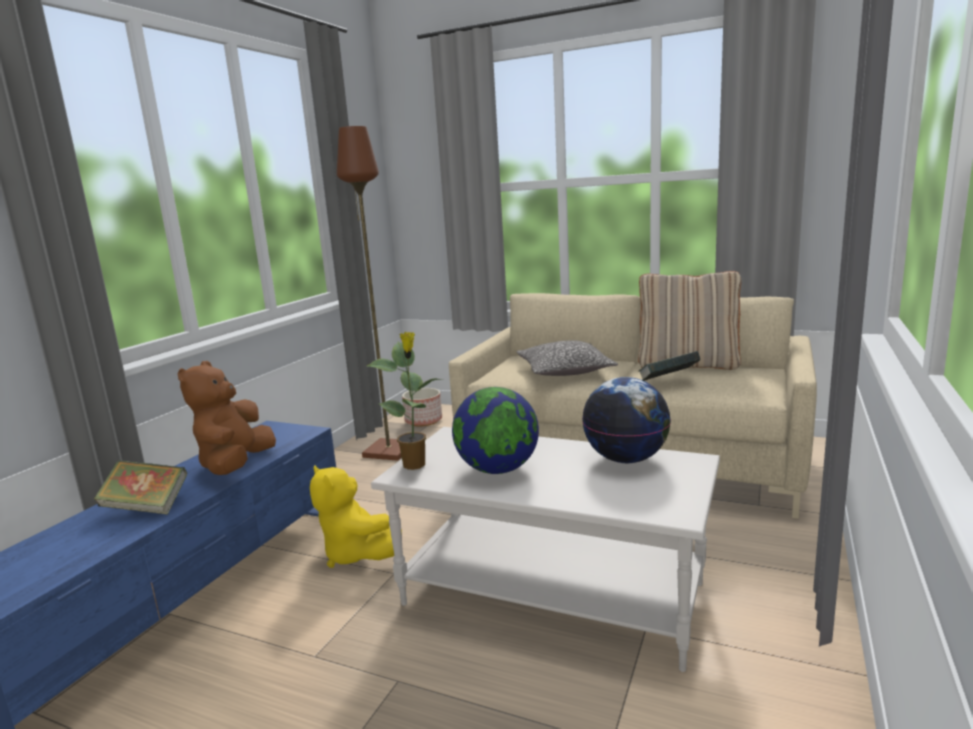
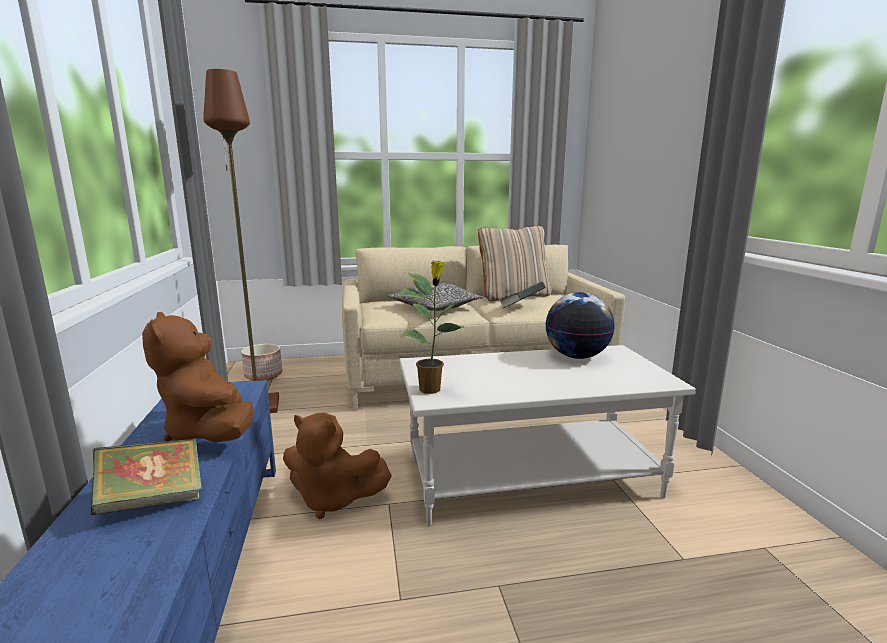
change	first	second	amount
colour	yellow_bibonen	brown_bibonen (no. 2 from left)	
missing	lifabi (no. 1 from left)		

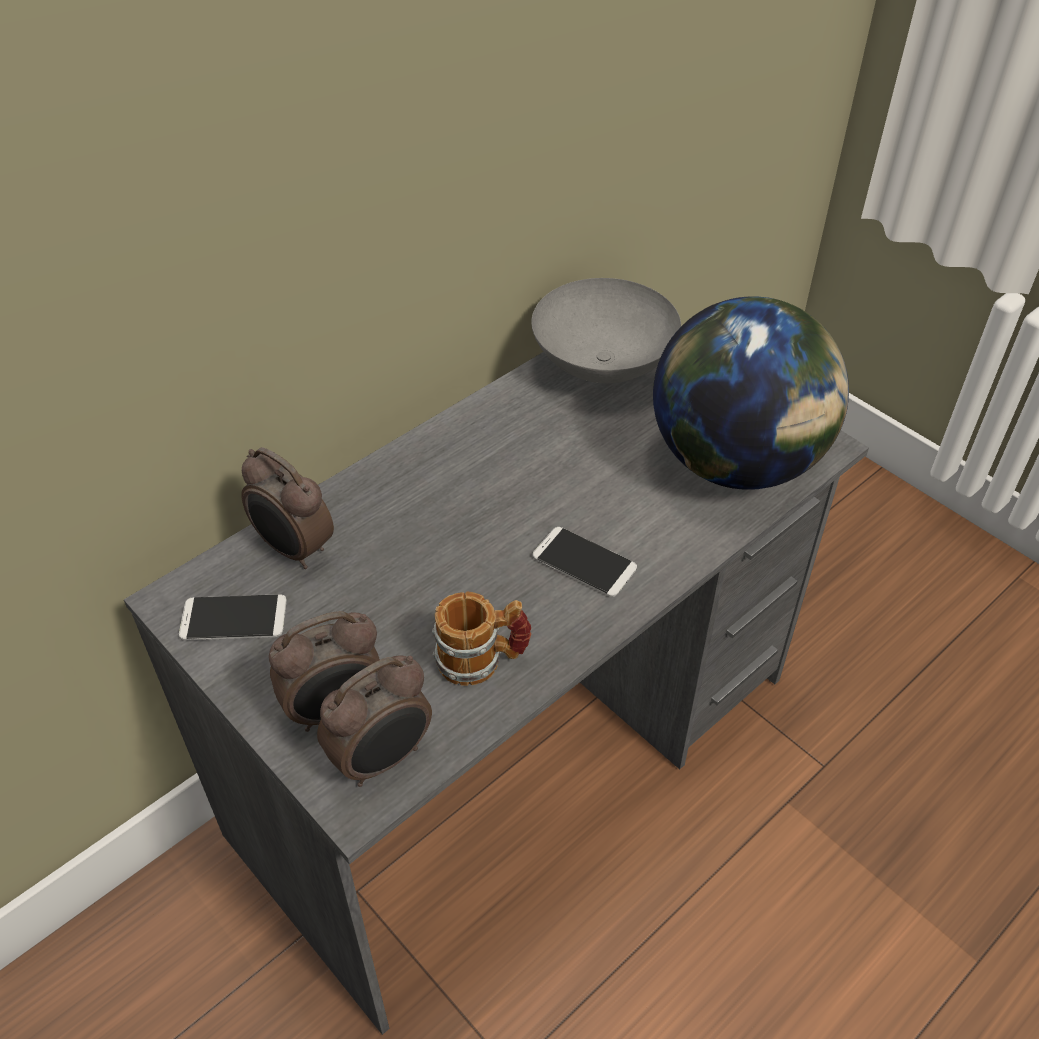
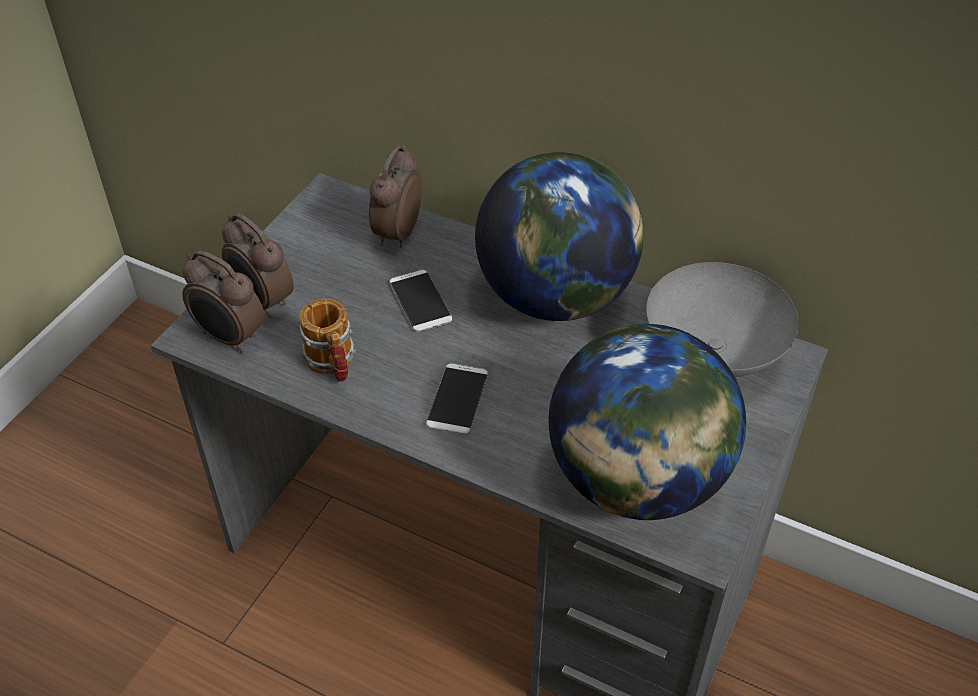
change	first	second	amount
relocated	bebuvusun (no. 1 from left)		
appeared		lifabi (no. 1 from left)	

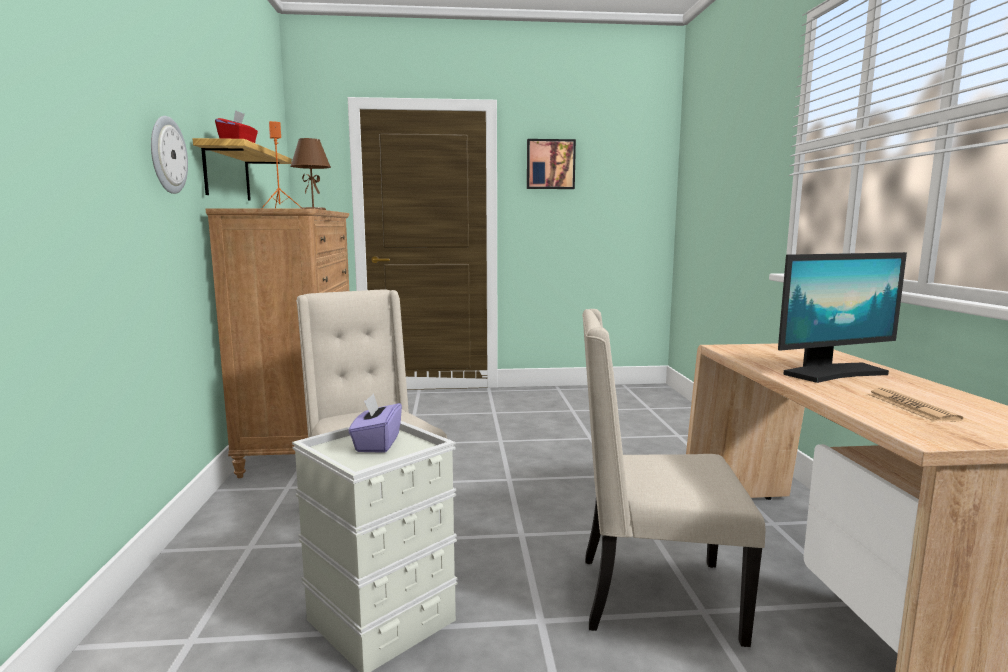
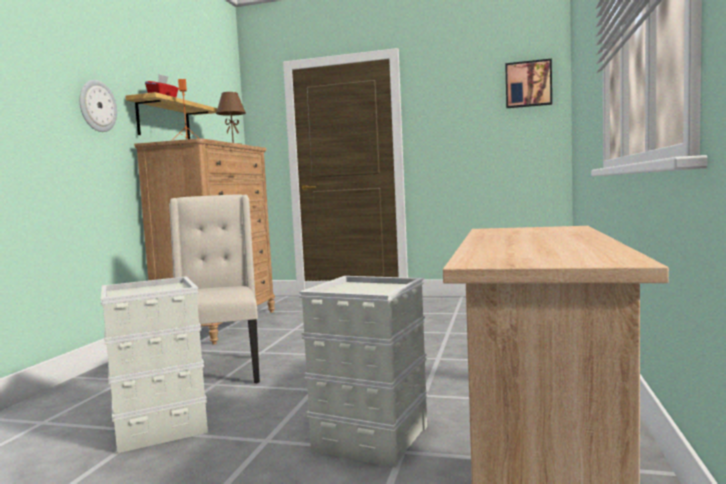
change	first	second	amount
missing	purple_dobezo		
relocated	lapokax		
exchanged	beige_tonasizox (no. 2 from left)	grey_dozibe (no. 2 from left)	
missing	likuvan		
missing	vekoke		

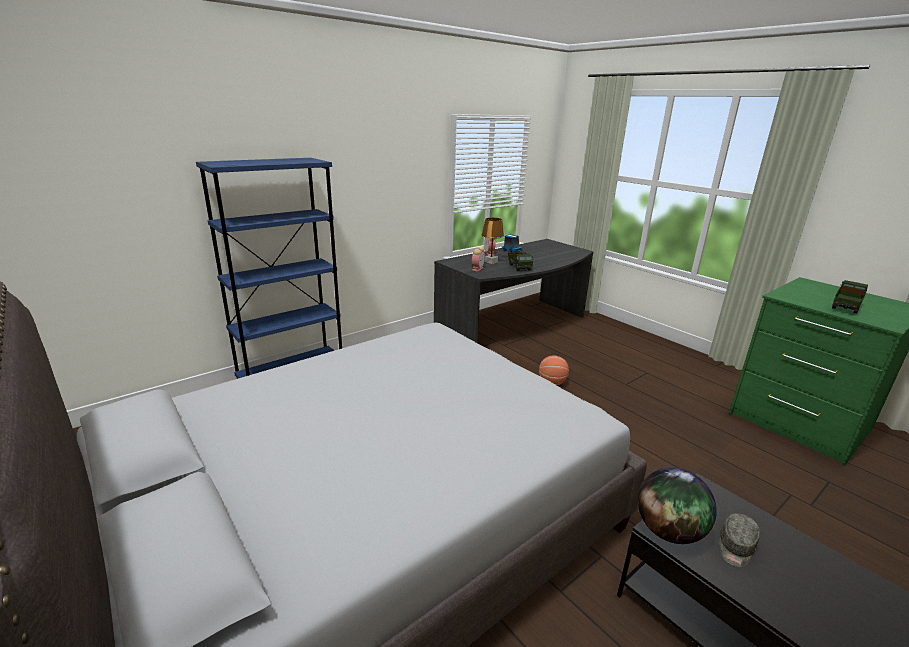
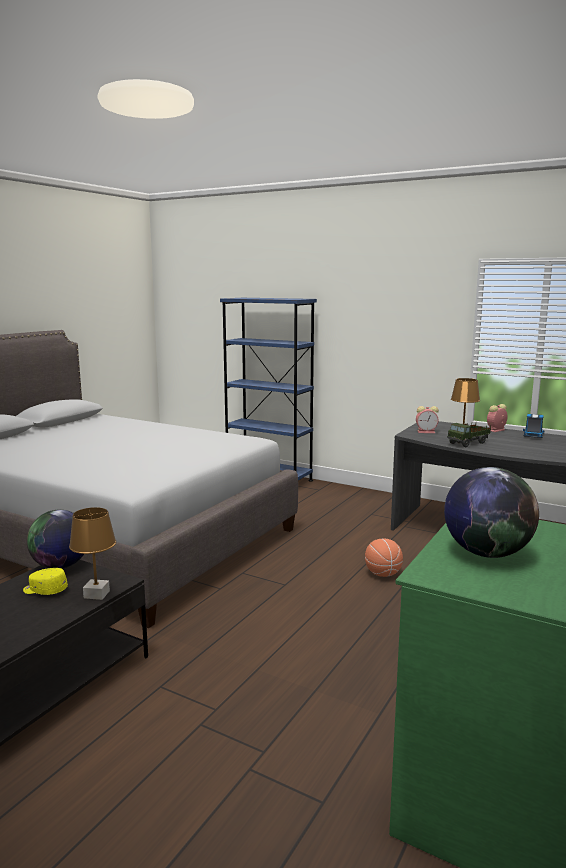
change	first	second	amount
colour	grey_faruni	yellow_faruni	
exchanged	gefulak (no. 3 from left)	lifabi (no. 2 from left)	
appeared		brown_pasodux (no. 1 from left)	

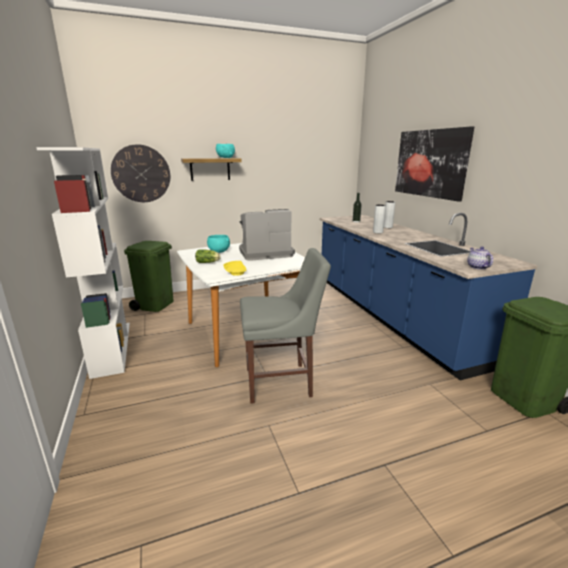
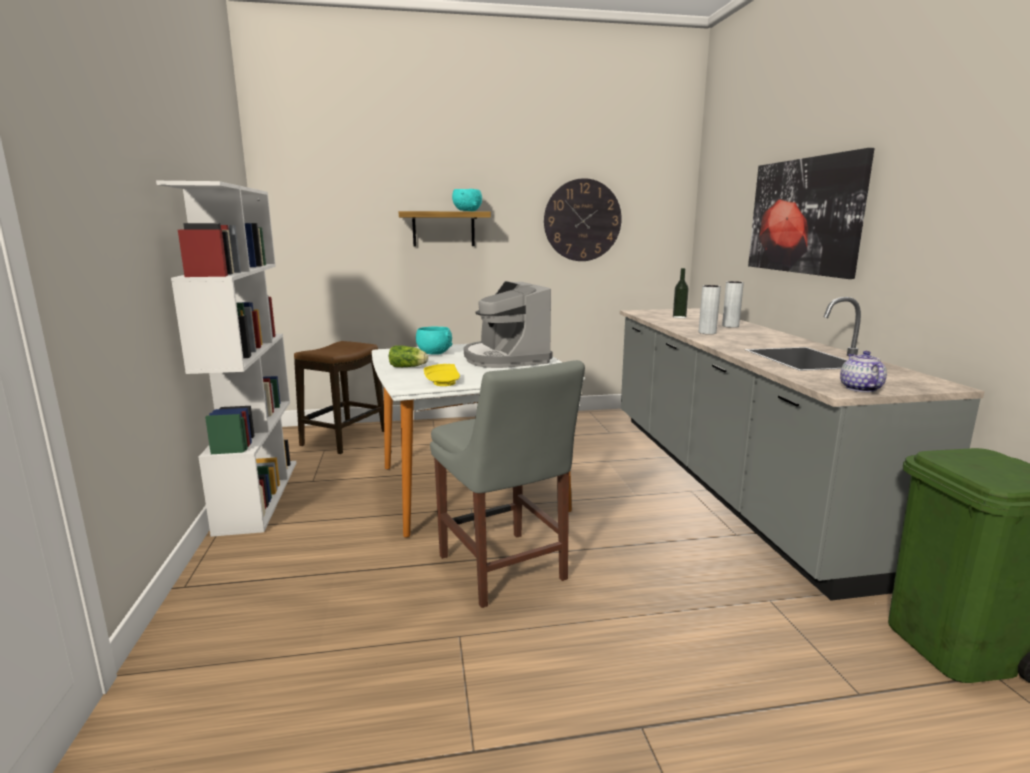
change	first	second	amount
relocated	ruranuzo		
exchanged	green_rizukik (no. 1 from left)	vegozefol	
spun	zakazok		105 degrees counterclockwise
spun	grey_tonasizox		60 degrees clockwise
colour	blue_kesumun	grey_kesumun	

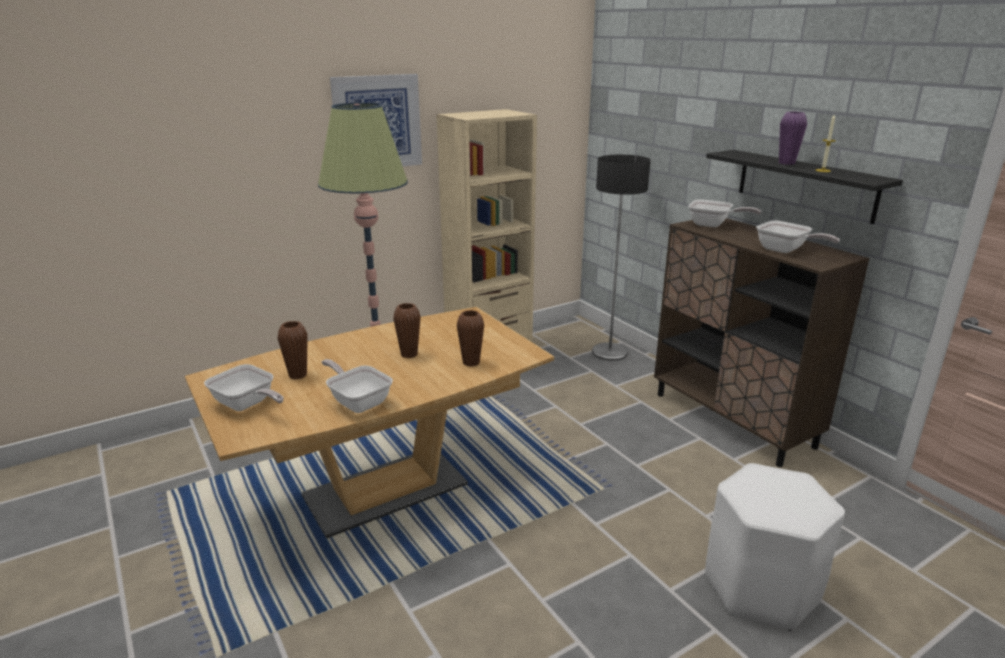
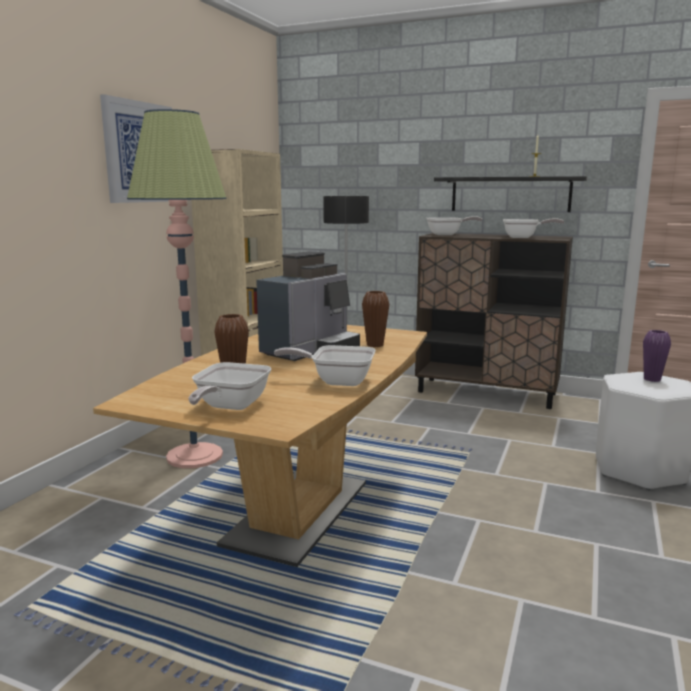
change	first	second	amount
spun	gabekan (no. 1 from left)		105 degrees clockwise
exchanged	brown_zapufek (no. 2 from left)	zakazok	
relocated	purple_zapufek		

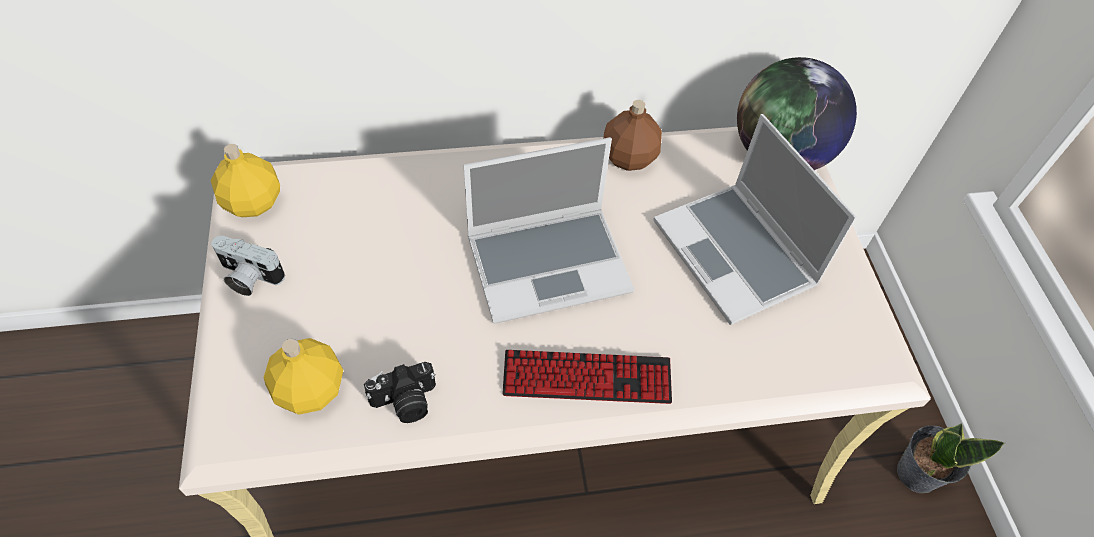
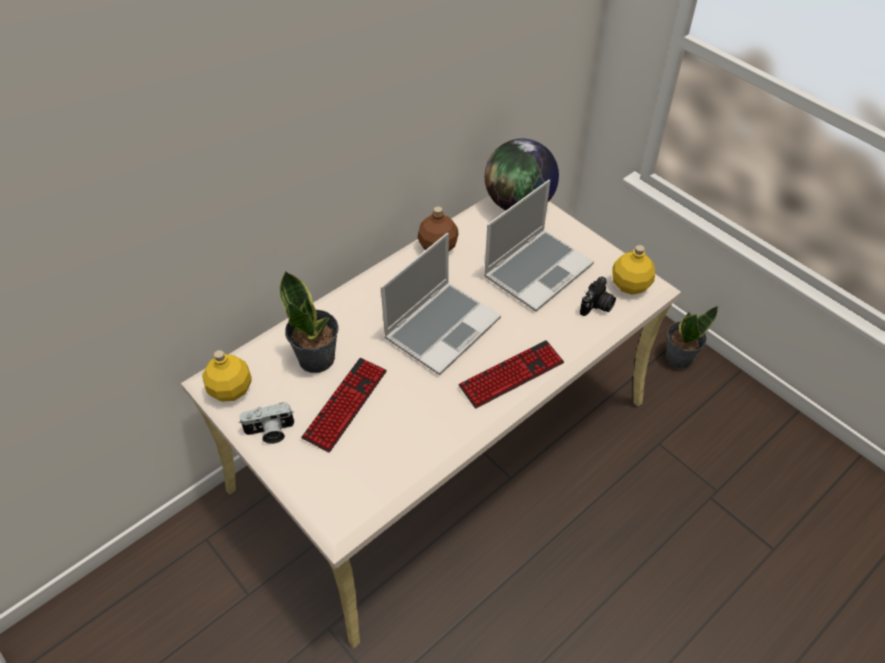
change	first	second	amount
relocated	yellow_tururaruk (no. 2 from left)		
relocated	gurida (no. 2 from left)		
spun	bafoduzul (no. 2 from left)		75 degrees counterclockwise
appeared		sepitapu (no. 1 from left)	
appeared		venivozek (no. 1 from left)	

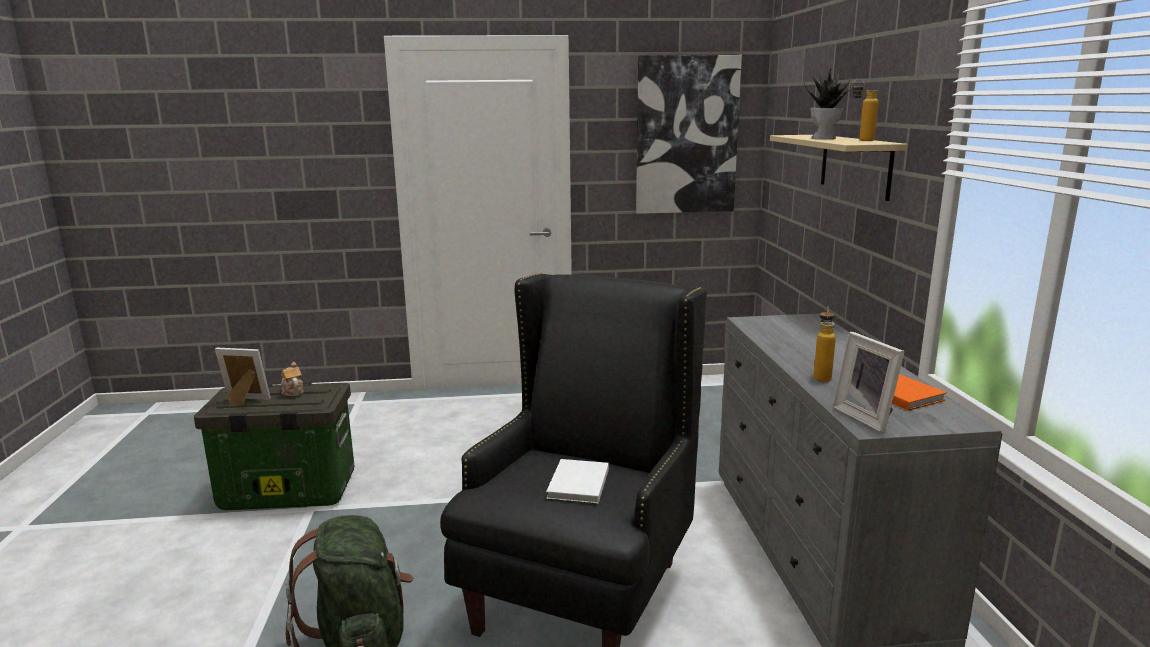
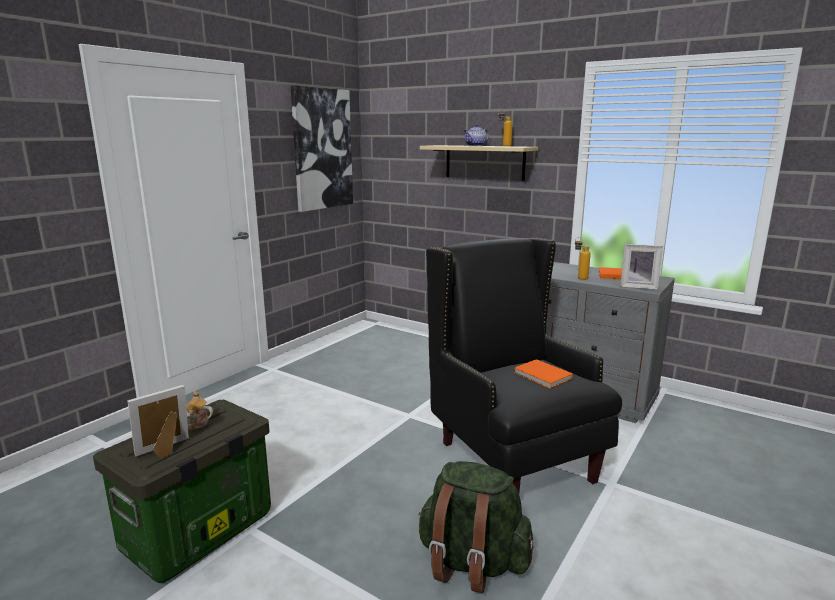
change	first	second	amount
colour	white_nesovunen	orange_nesovunen (no. 1 from left)	
exchanged	sepitapu	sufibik (no. 2 from left)	

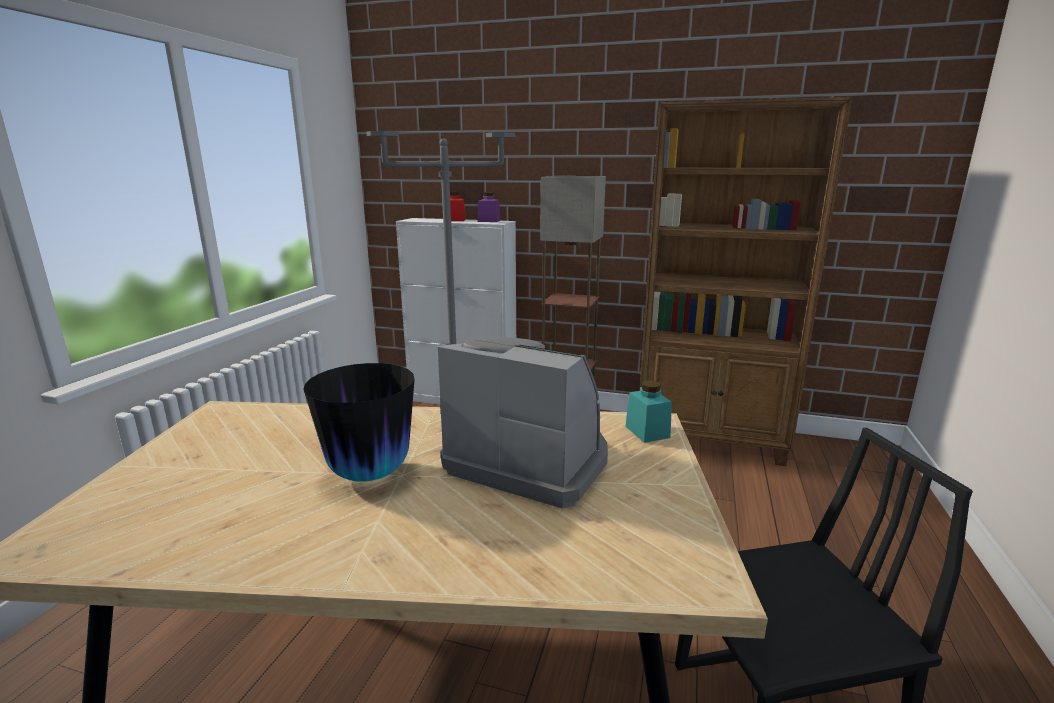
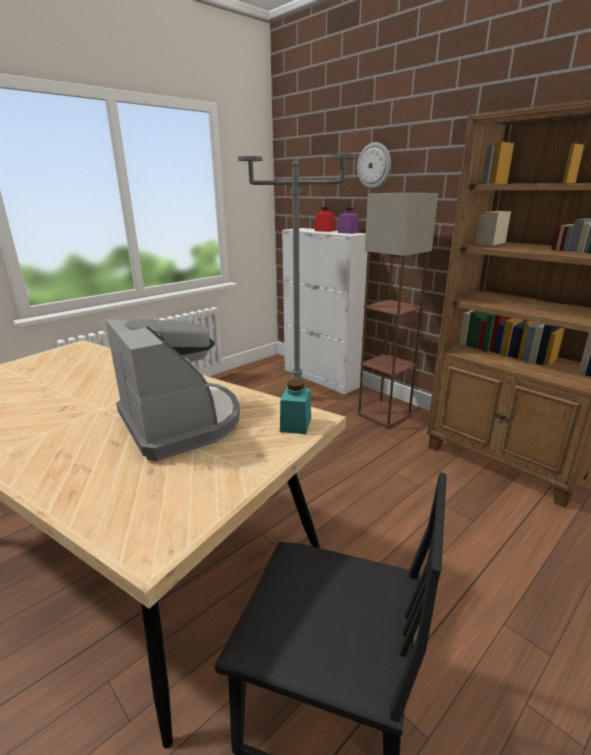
change	first	second	amount
missing	zapufek		
appeared		ruranuzo	

